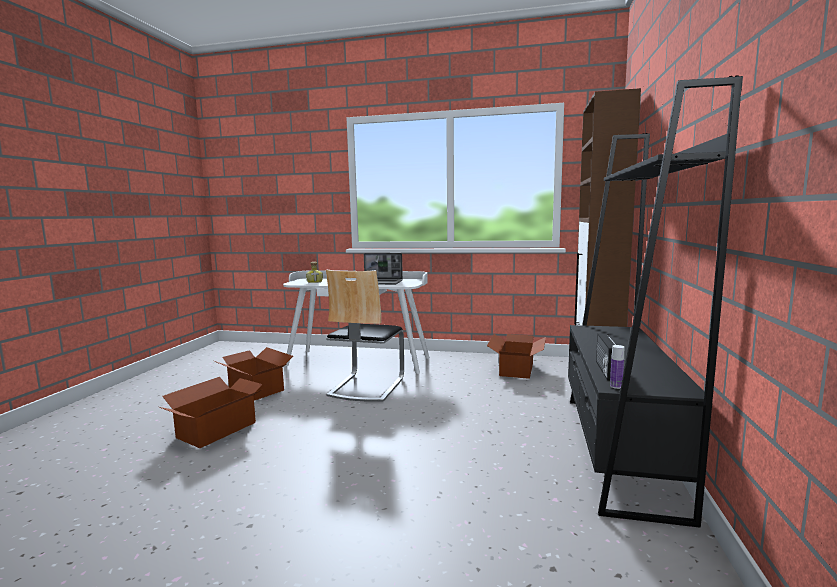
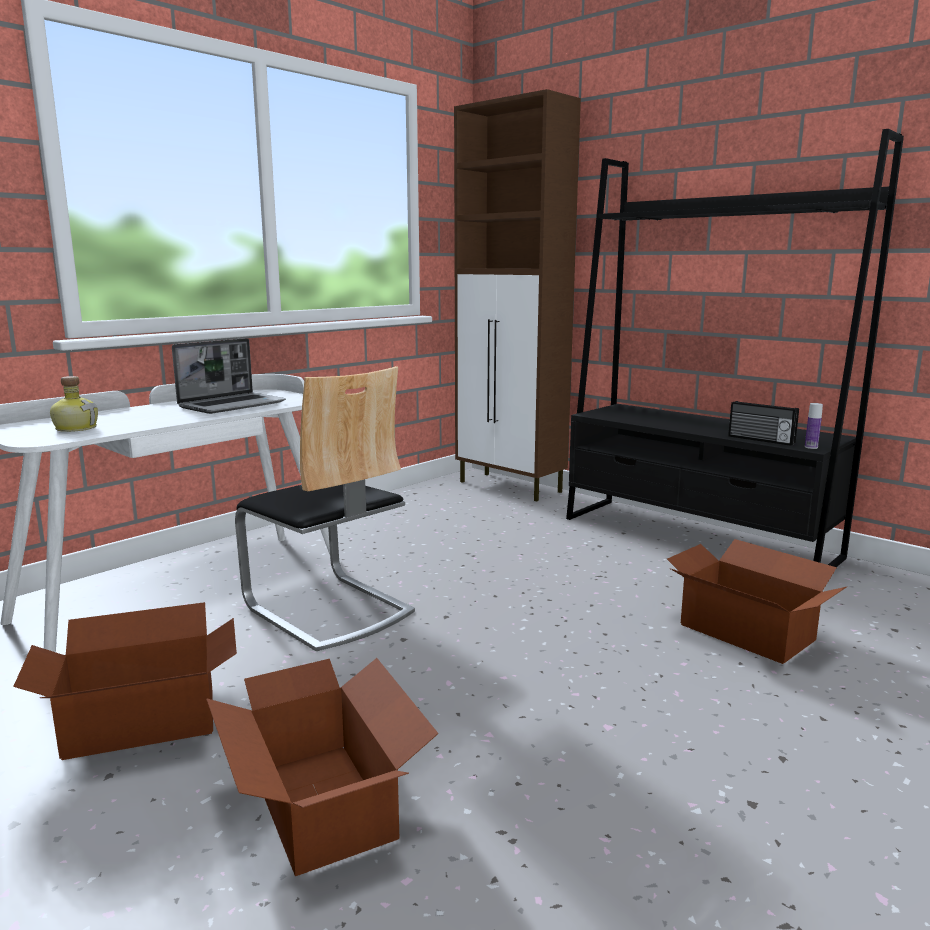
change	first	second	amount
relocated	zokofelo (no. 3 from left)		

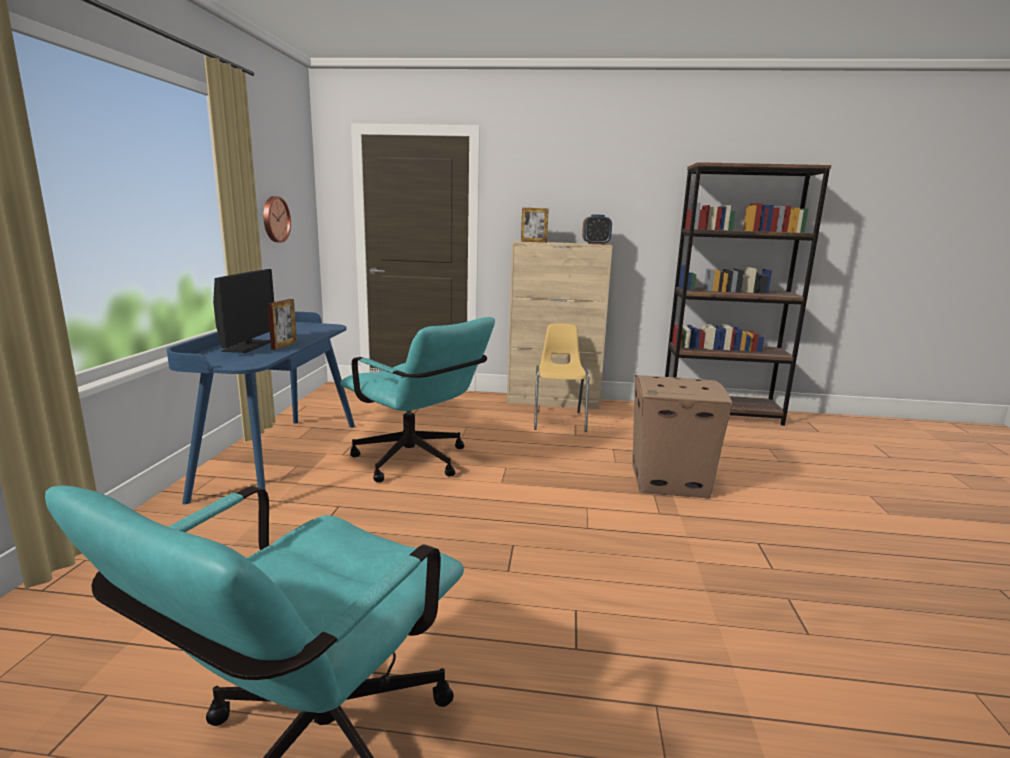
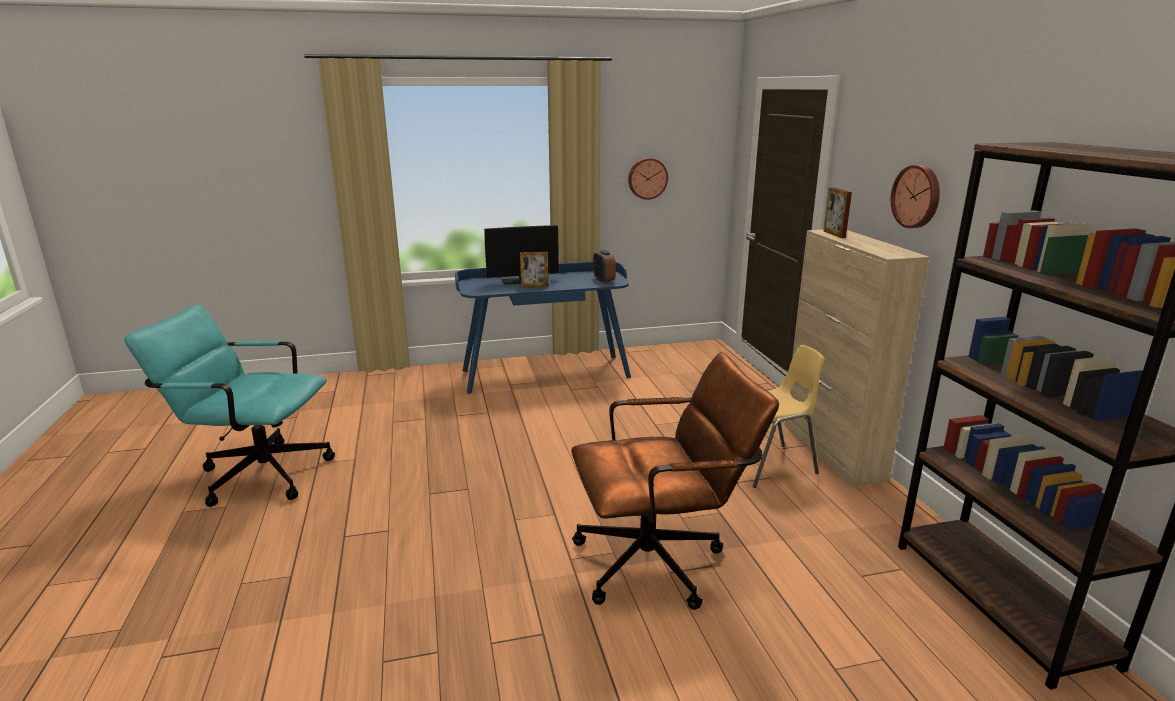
change	first	second	amount
missing	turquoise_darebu (no. 2 from left)		
relocated	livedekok		
exchanged	zokofelo	brown_darebu	
appeared		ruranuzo (no. 2 from left)	

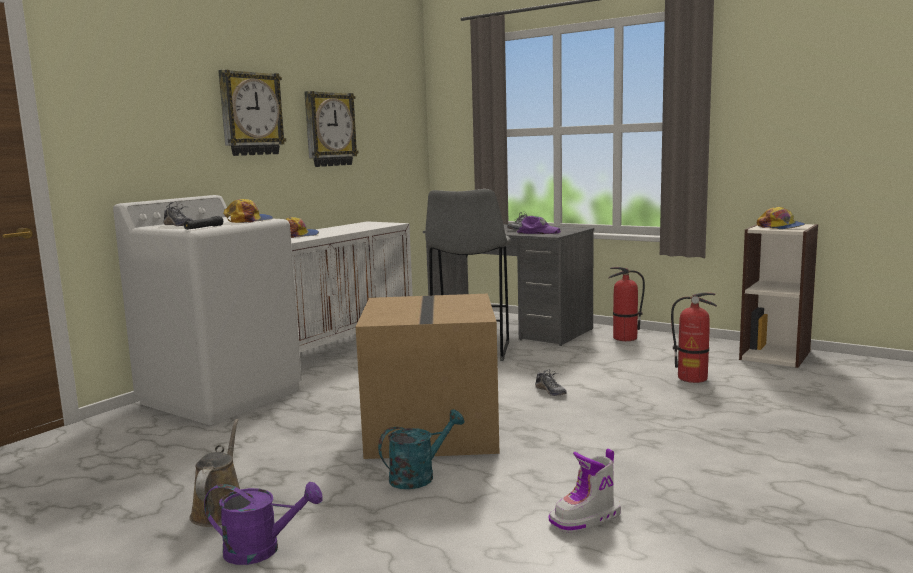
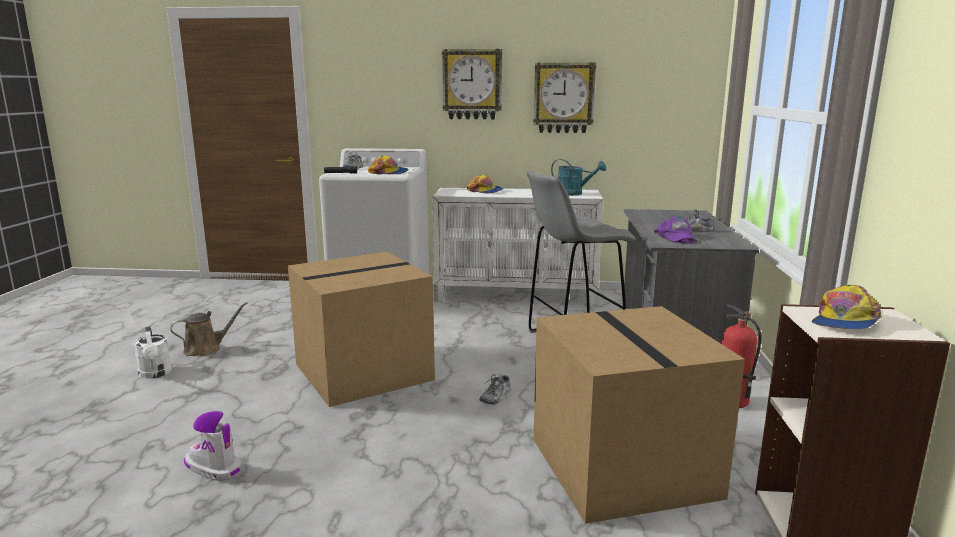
change	first	second	amount
colour	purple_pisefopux	white_pisefopux	
relocated	turquoise_pisefopux		
exchanged	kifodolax (no. 2 from left)	zokofelo (no. 2 from left)	

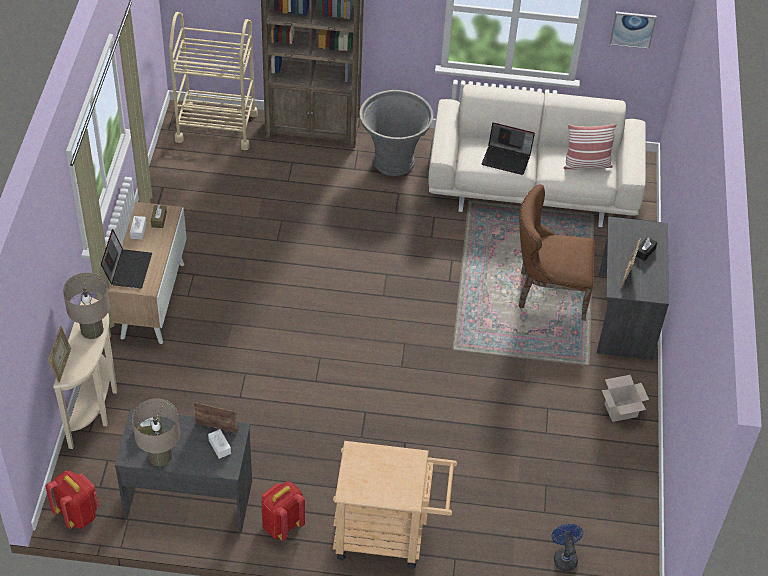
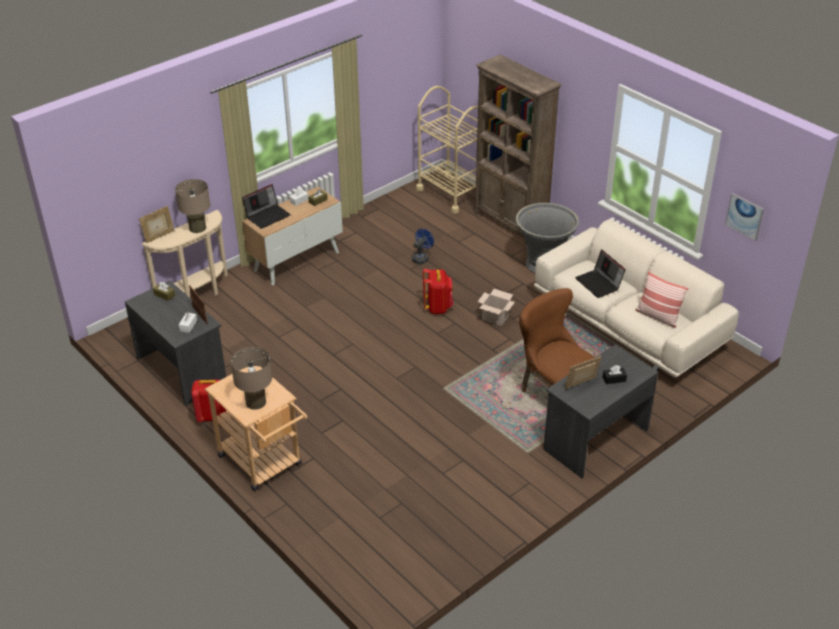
change	first	second	amount
relocated	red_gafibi (no. 1 from left in the first image)	red_gafibi (no. 2 from left)	
relocated	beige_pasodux (no. 2 from left)		
relocated	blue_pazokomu		
relocated	zokofelo		

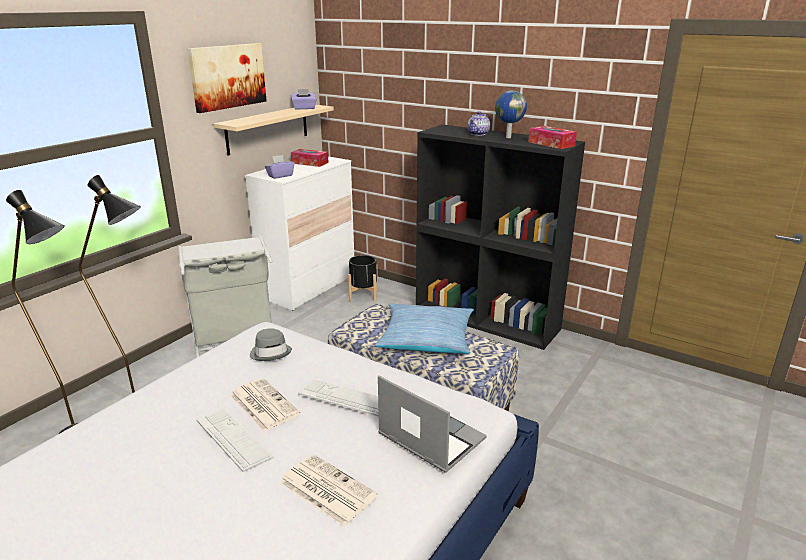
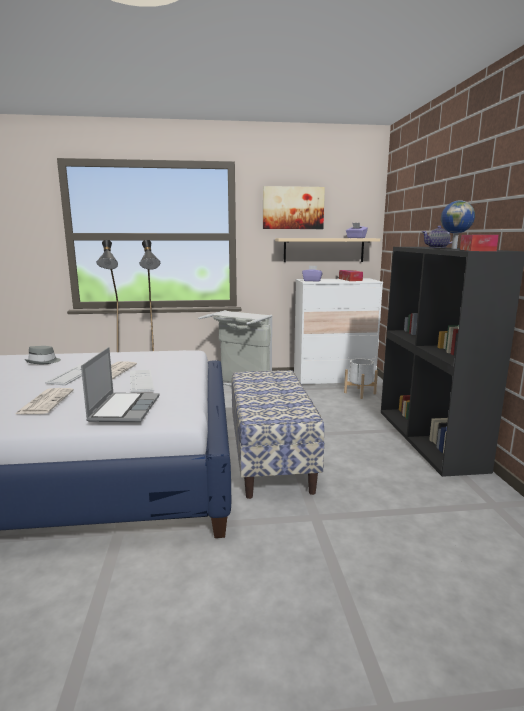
change	first	second	amount
relocated	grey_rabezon		
colour	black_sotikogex	white_sotikogex	
missing	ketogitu		

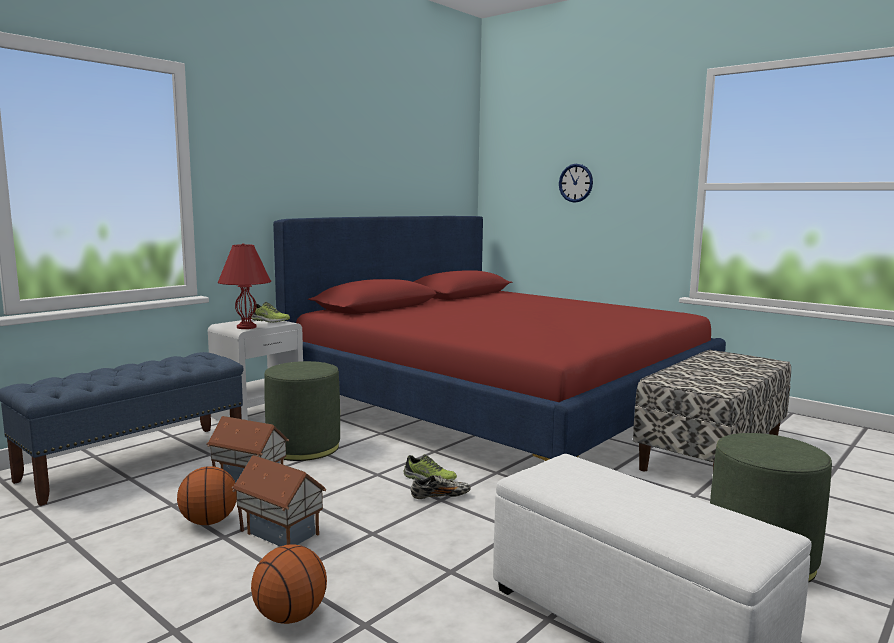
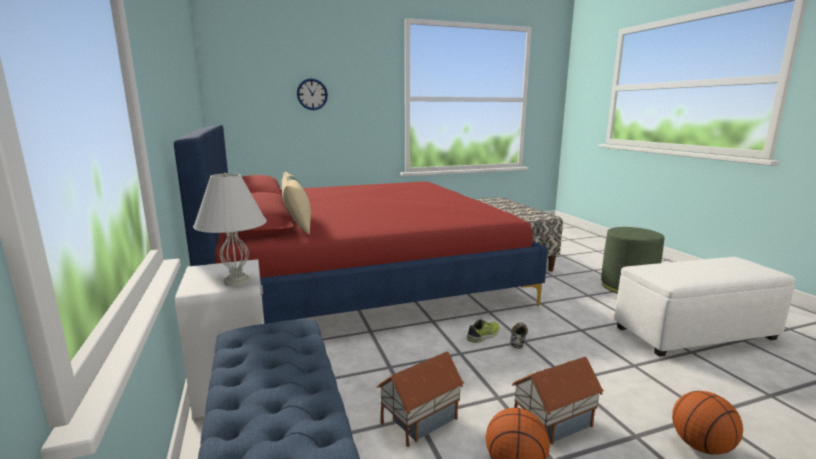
change	first	second	amount
colour	red_pasodux	white_pasodux	
missing	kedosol (no. 1 from left)		
missing	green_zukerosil (no. 1 from left)		
appeared		beige_ketogitu	

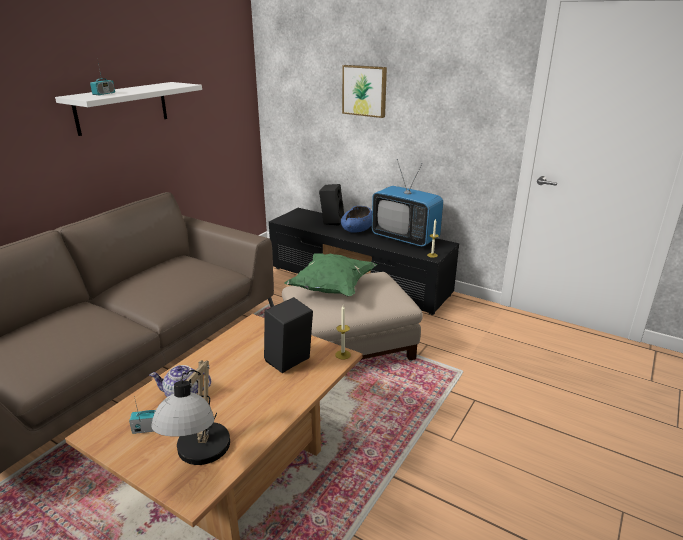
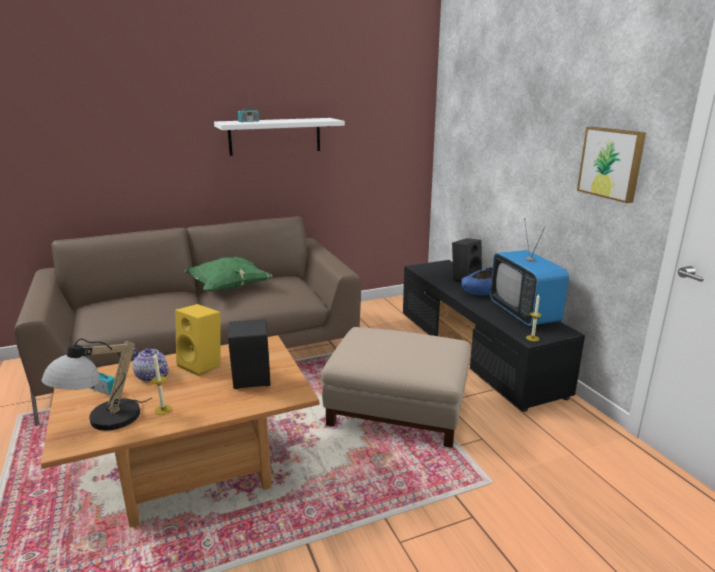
change	first	second	amount
relocated	green_ketogitu		
relocated	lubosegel (no. 1 from left)		
relocated	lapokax		
appeared		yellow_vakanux	

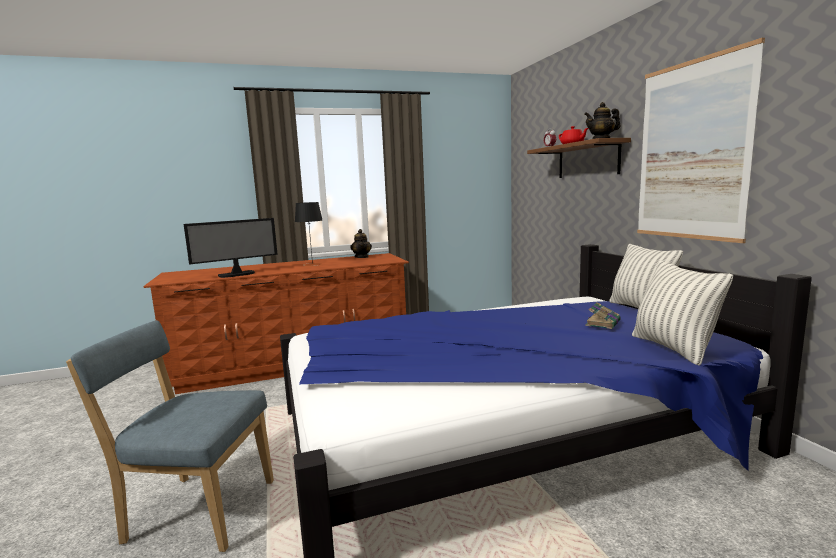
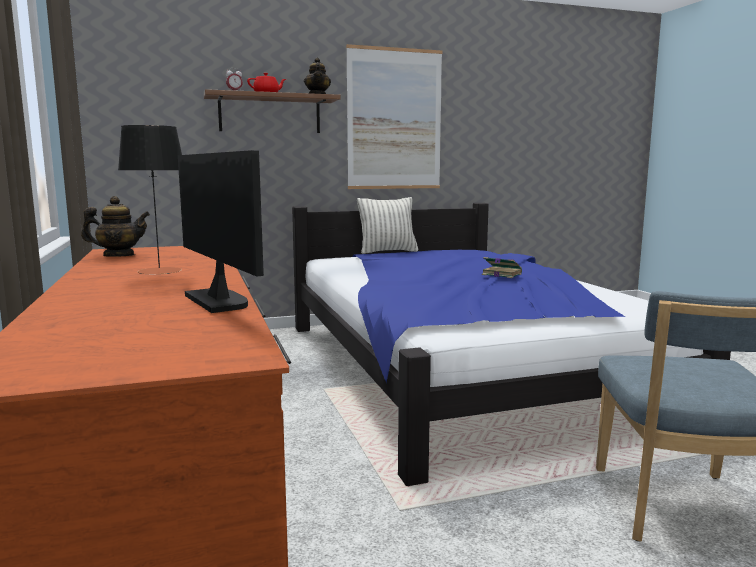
change	first	second	amount
relocated	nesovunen		
missing	ketogitu (no. 2 from left)		

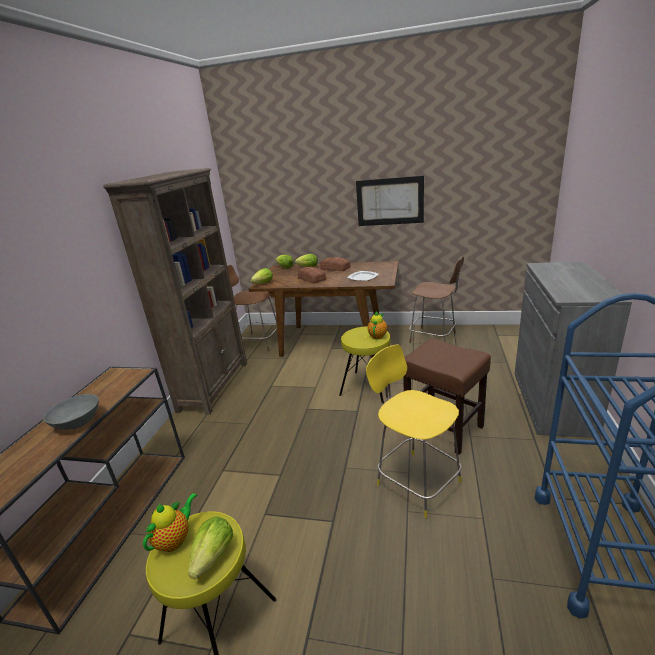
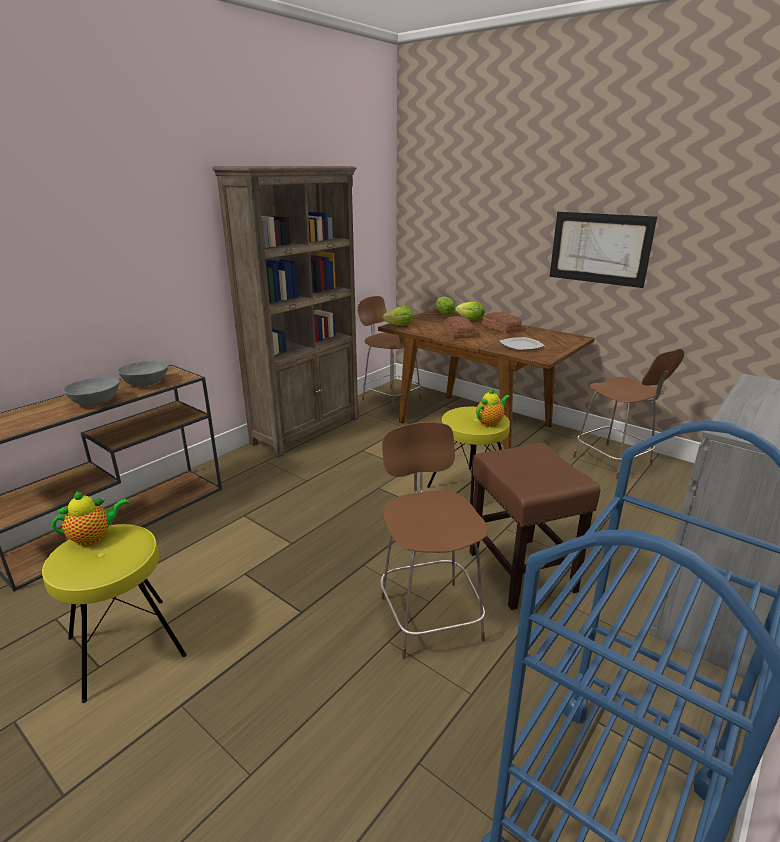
change	first	second	amount
missing	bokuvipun (no. 1 from left)		
colour	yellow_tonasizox	brown_tonasizox (no. 2 from left)	
appeared		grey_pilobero (no. 2 from left)	

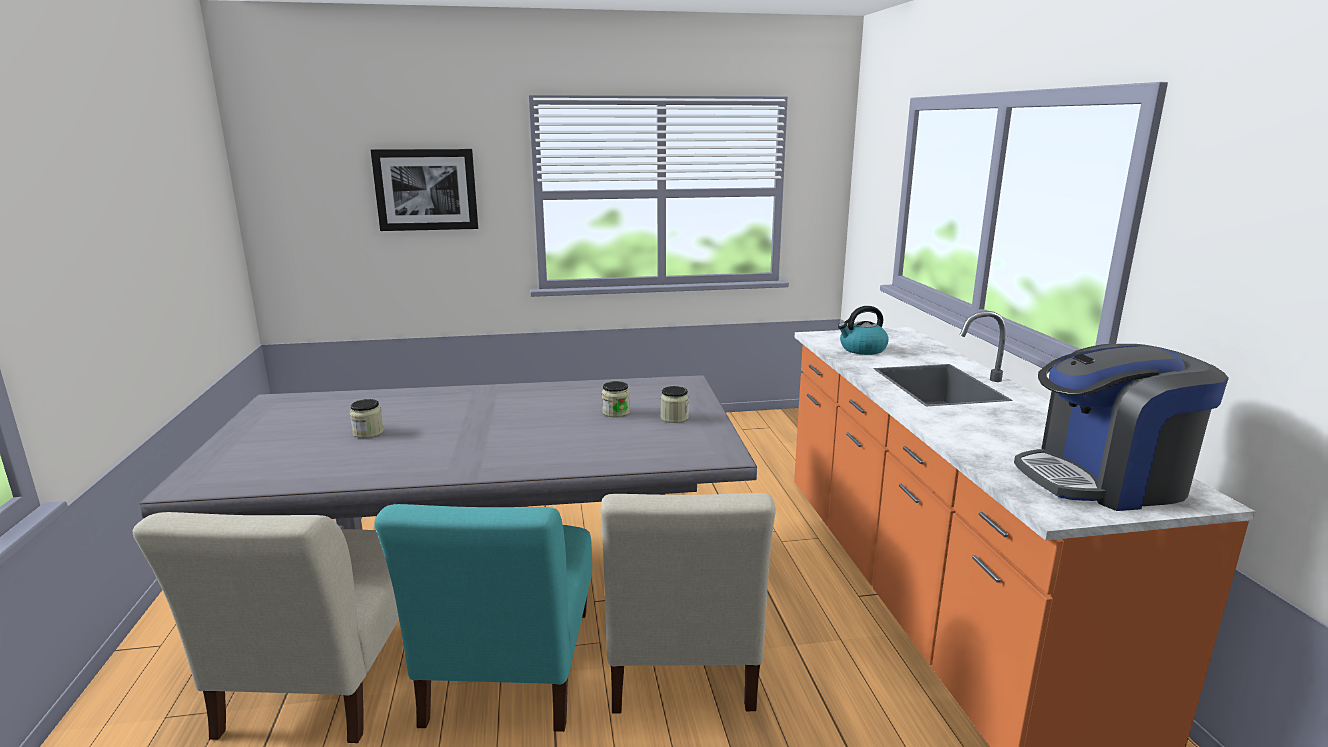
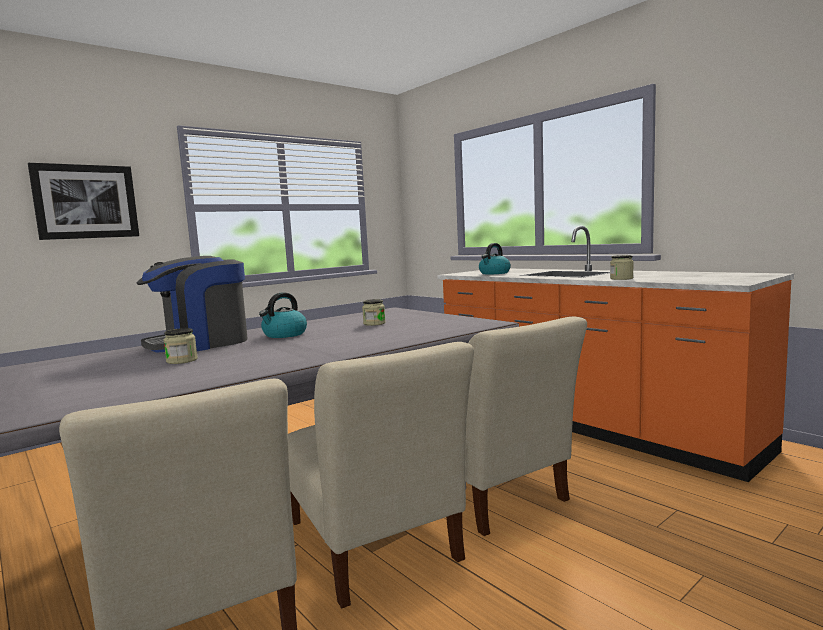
change	first	second	amount
colour	turquoise_tonasizox	beige_tonasizox (no. 2 from left)	
relocated	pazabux (no. 3 from left)		
relocated	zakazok		
appeared		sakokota (no. 1 from left)	

